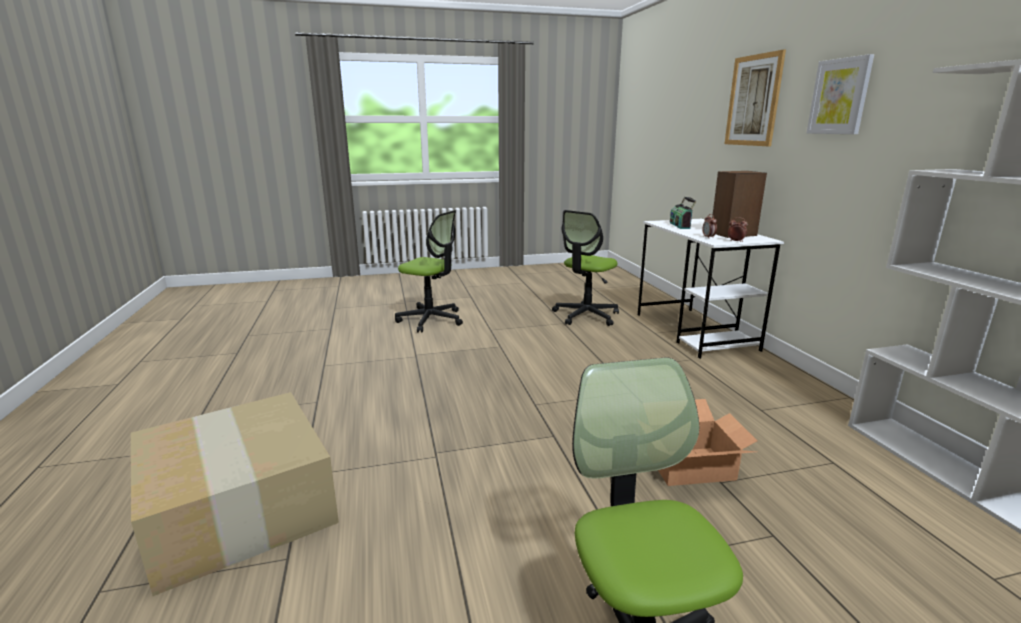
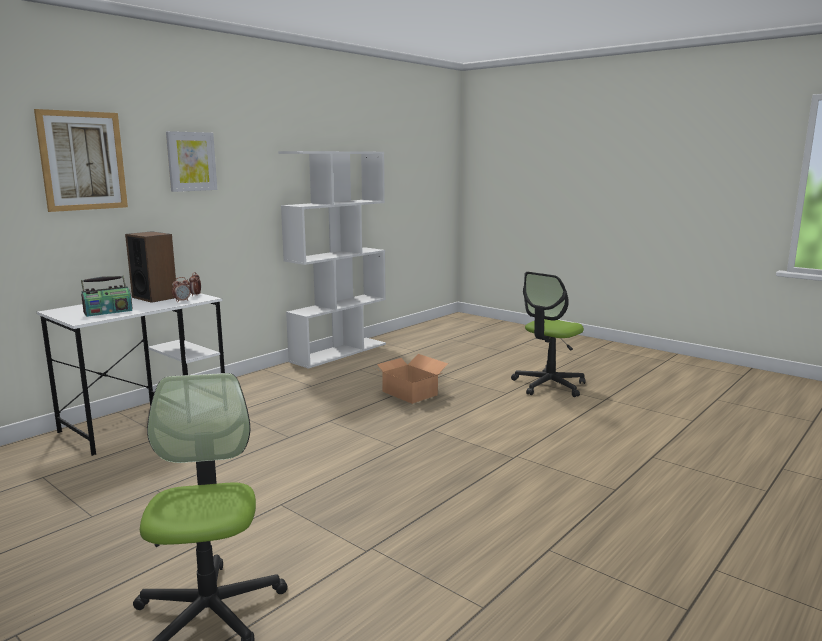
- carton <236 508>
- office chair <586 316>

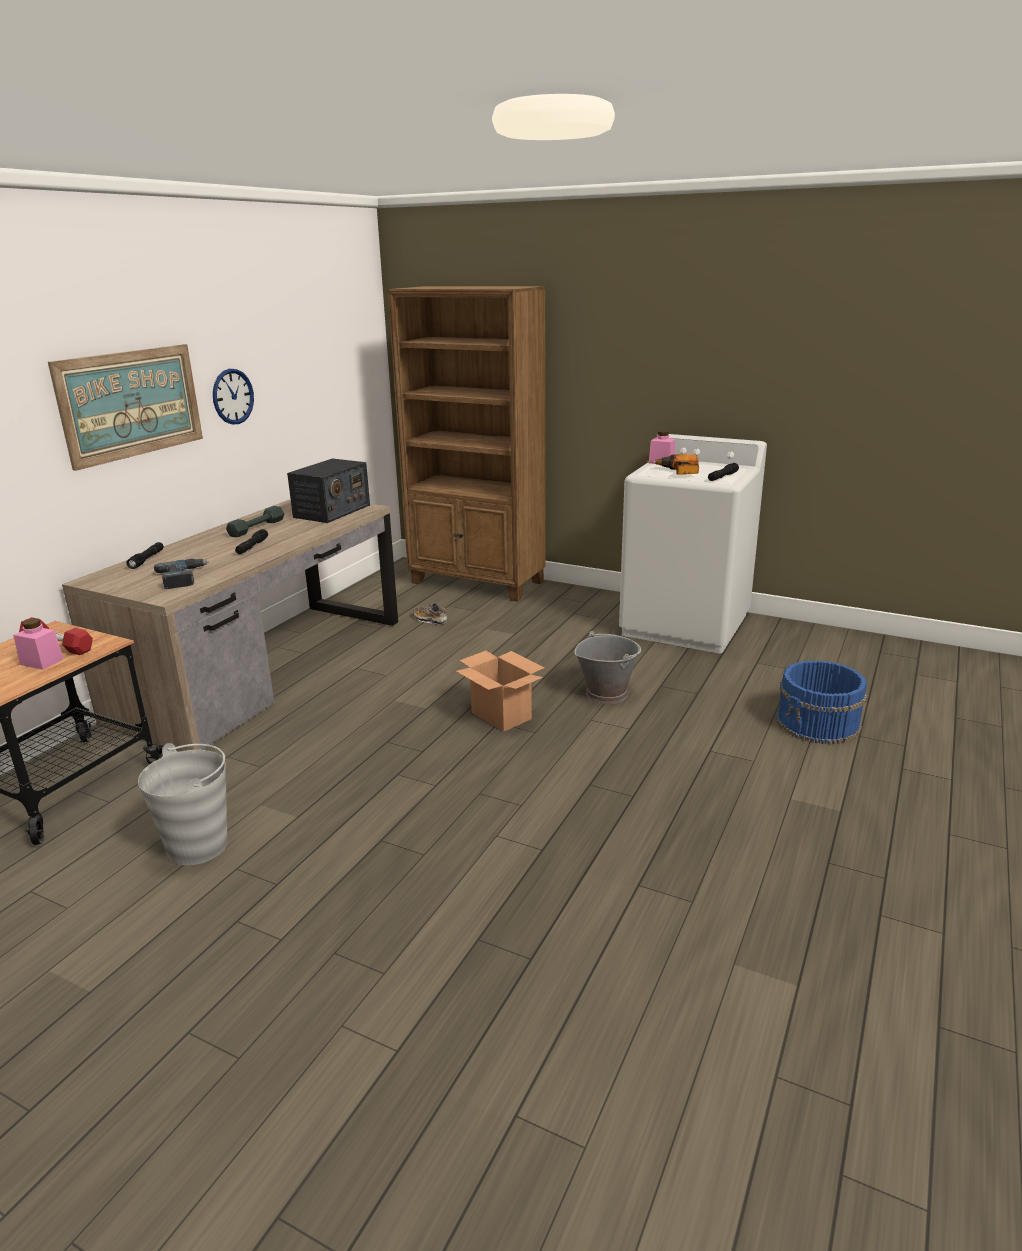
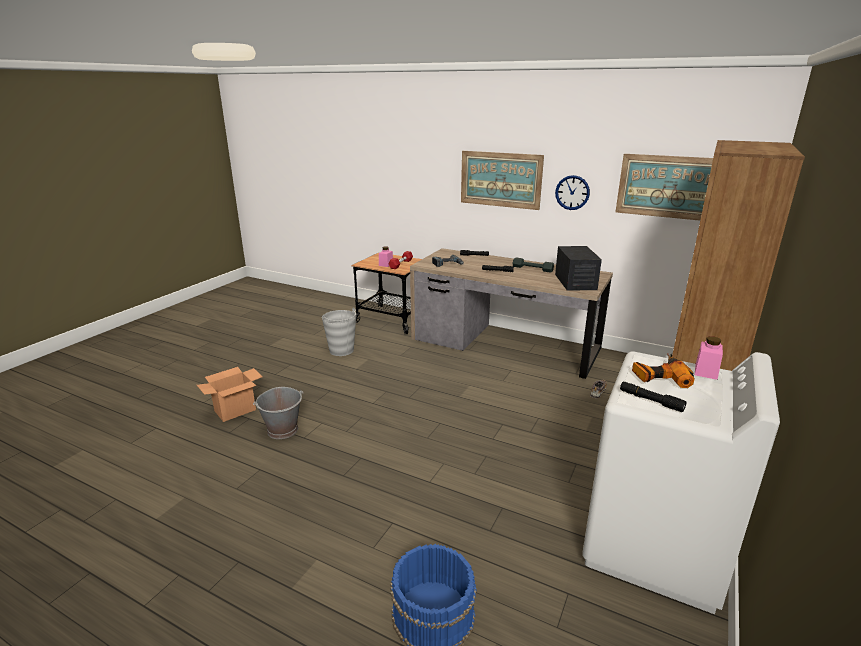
+ picture <669 187>
~ carton <500 715> to <235 410>
~ gray pail <606 693> to <283 430>
~ radio <332 511> = <575 282> 120 degrees counterclockwise

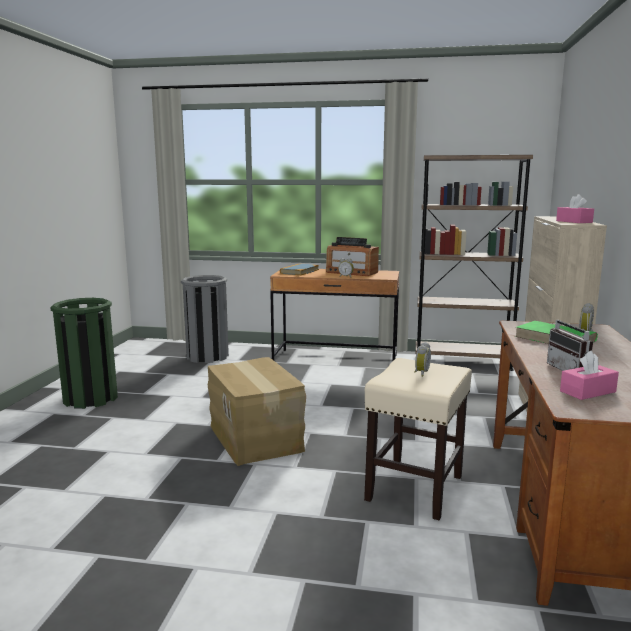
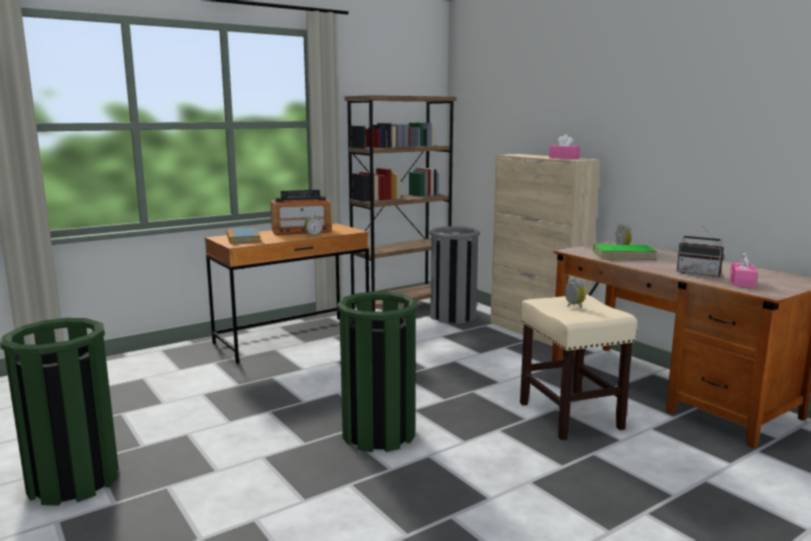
~ gray rubbish bin <207 356> to <453 316>
~ carton <256 437> to greenish rubbish bin <379 434>

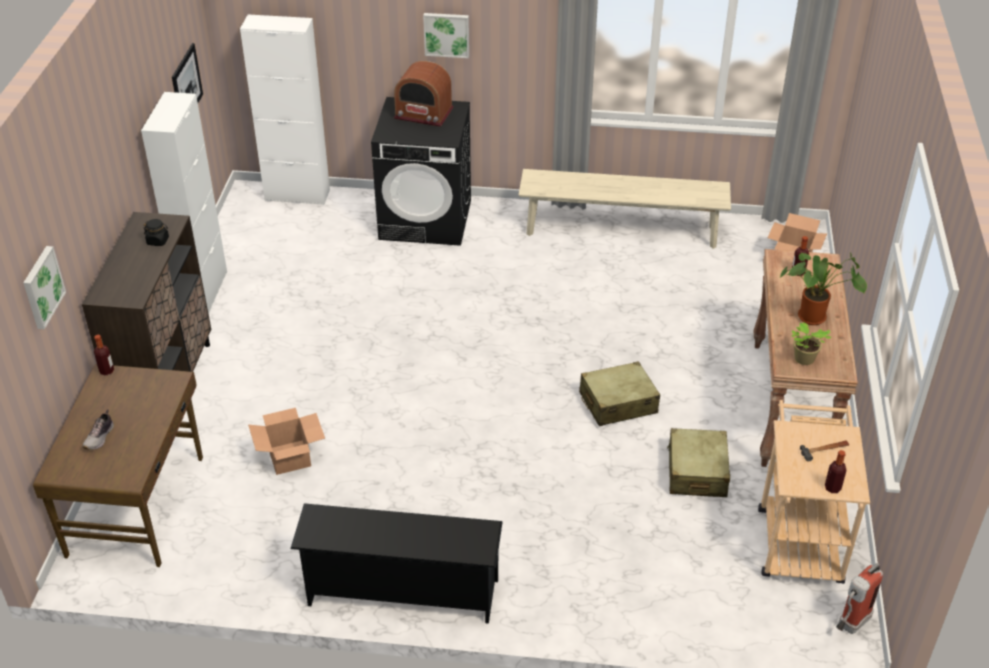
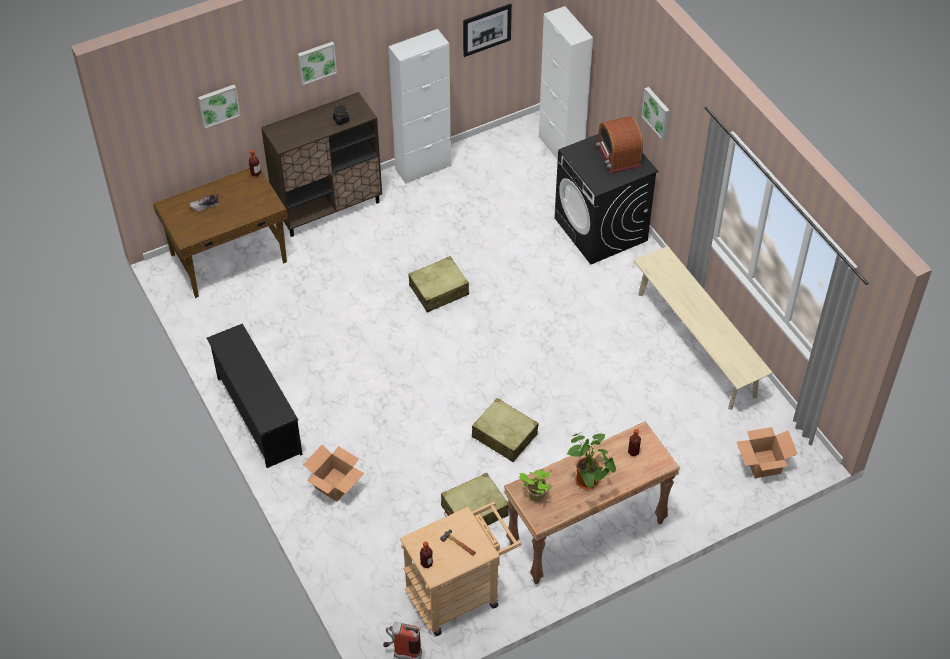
+ picture <316 62>
+ beige-coloured piece of luggage <439 290>
~ carton <289 457> to <335 484>

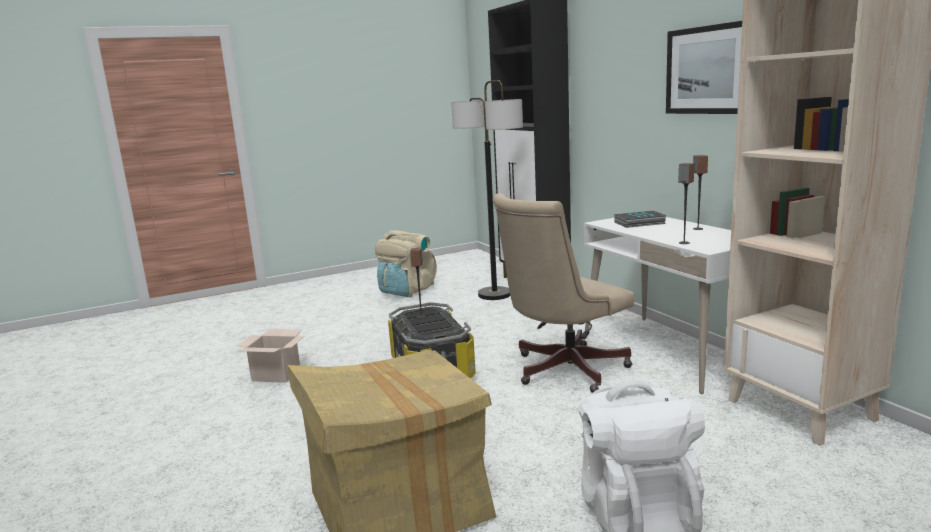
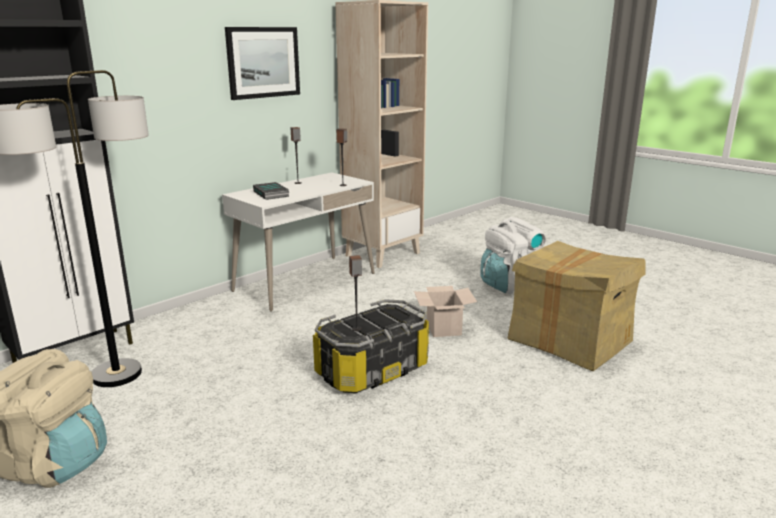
- beige-coloured office chair <562 370>
~ carton <277 374> to <442 328>

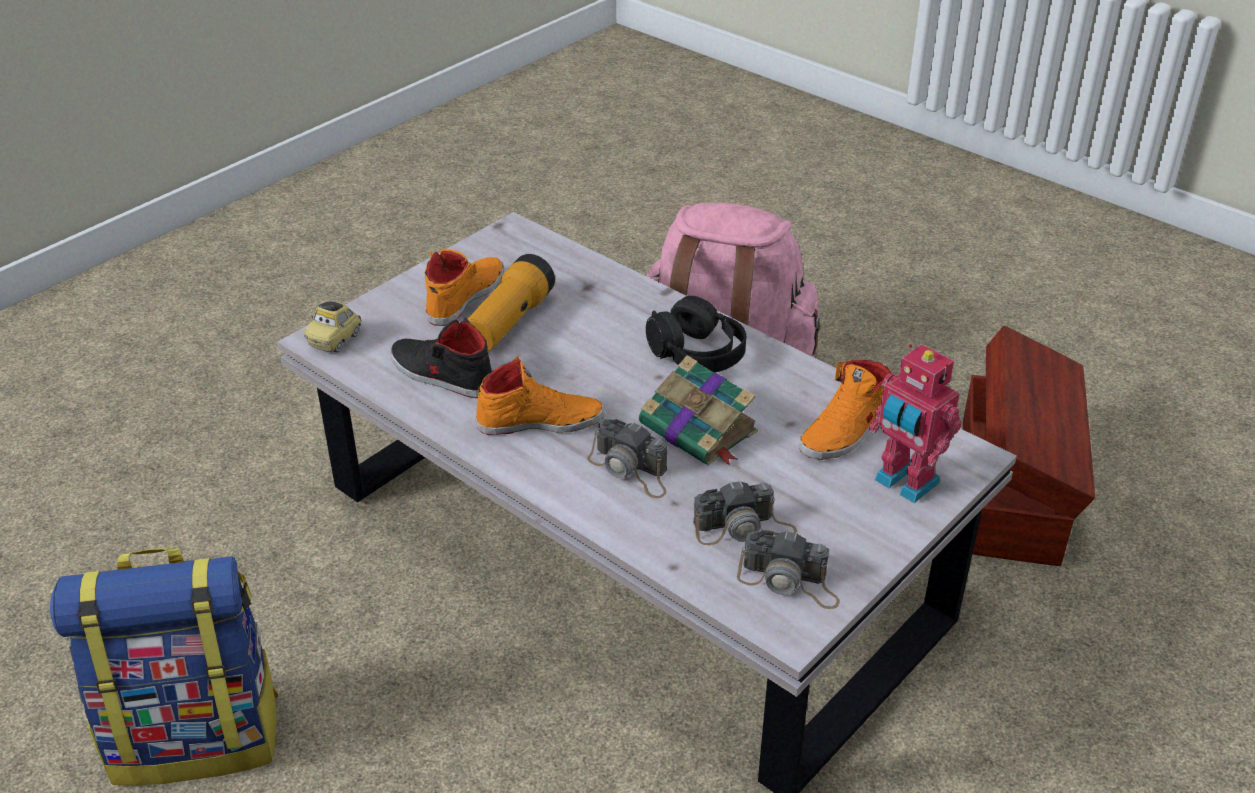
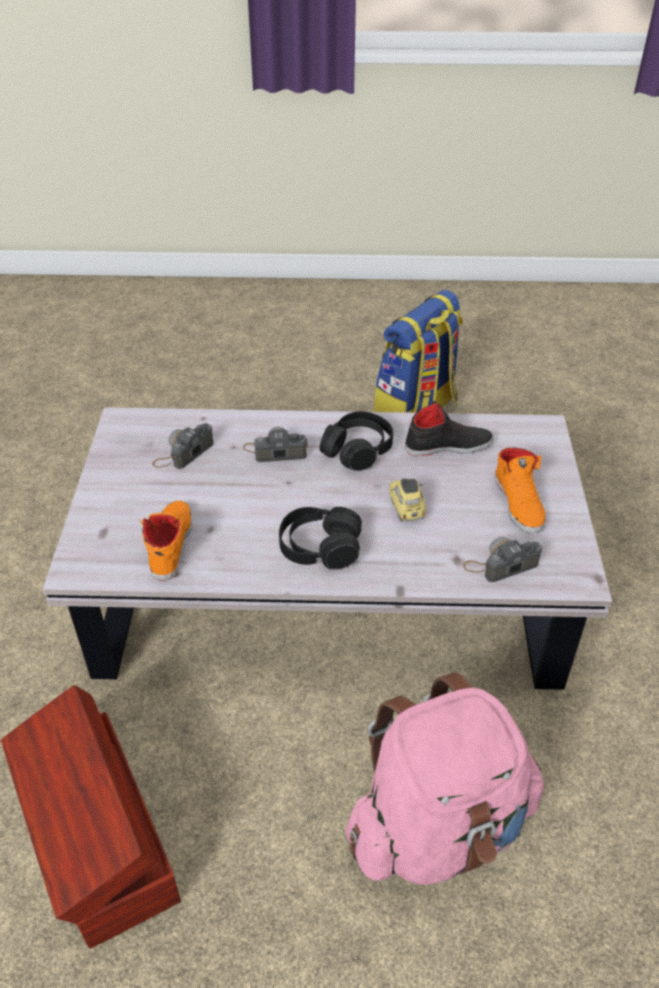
- flashlight <509 322>
- volume <700 429>
- model robot <904 483>
~ toy car <335 340> to <406 508>
~ still camera <789 582> to <501 564>
~ orange-coloured item of footwear <540 421> to black-coloured headphones <357 450>

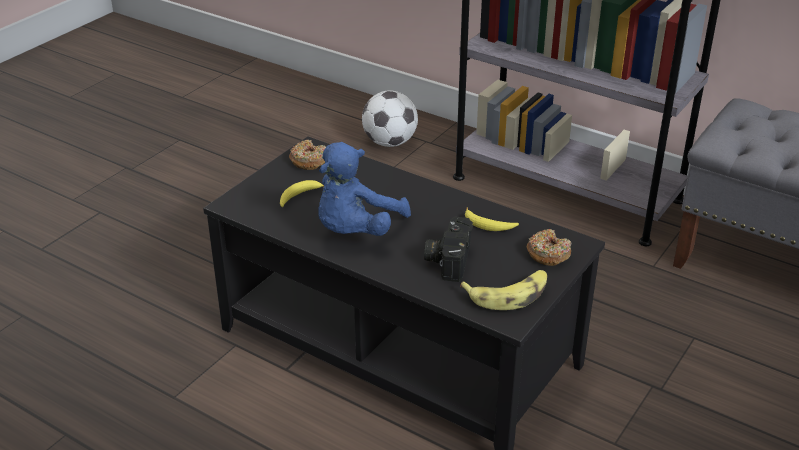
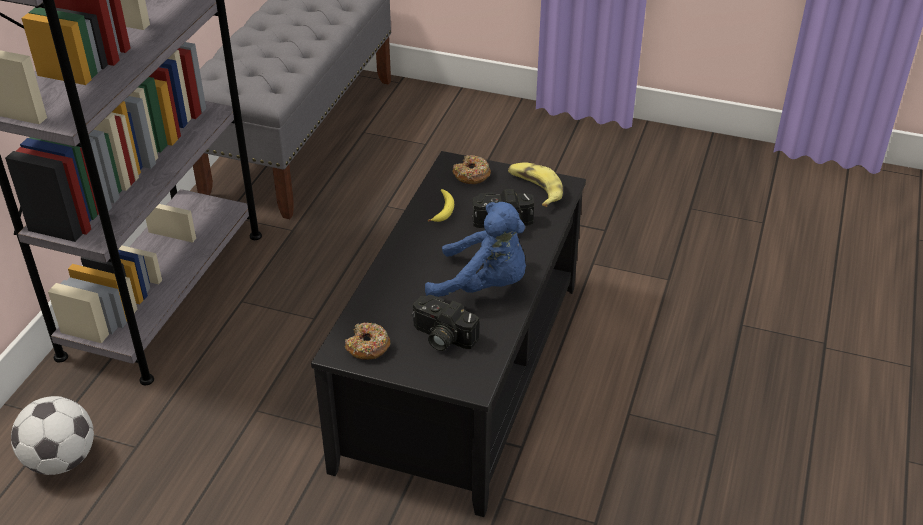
~ banana <298 197> to still camera <441 337>

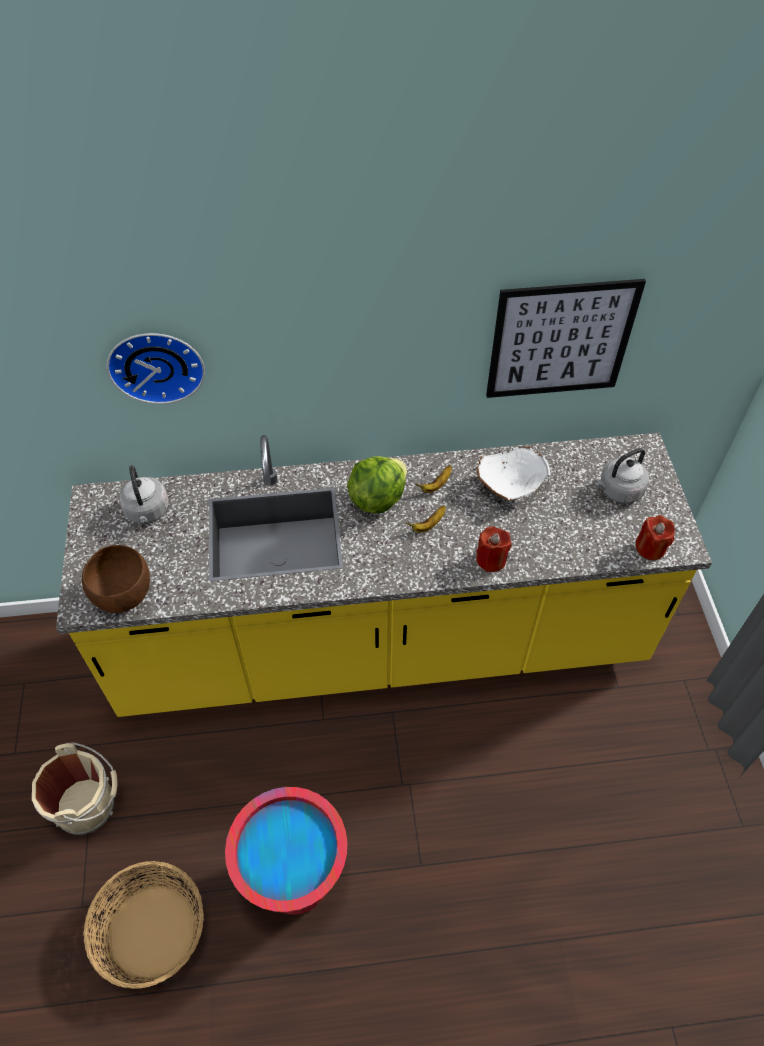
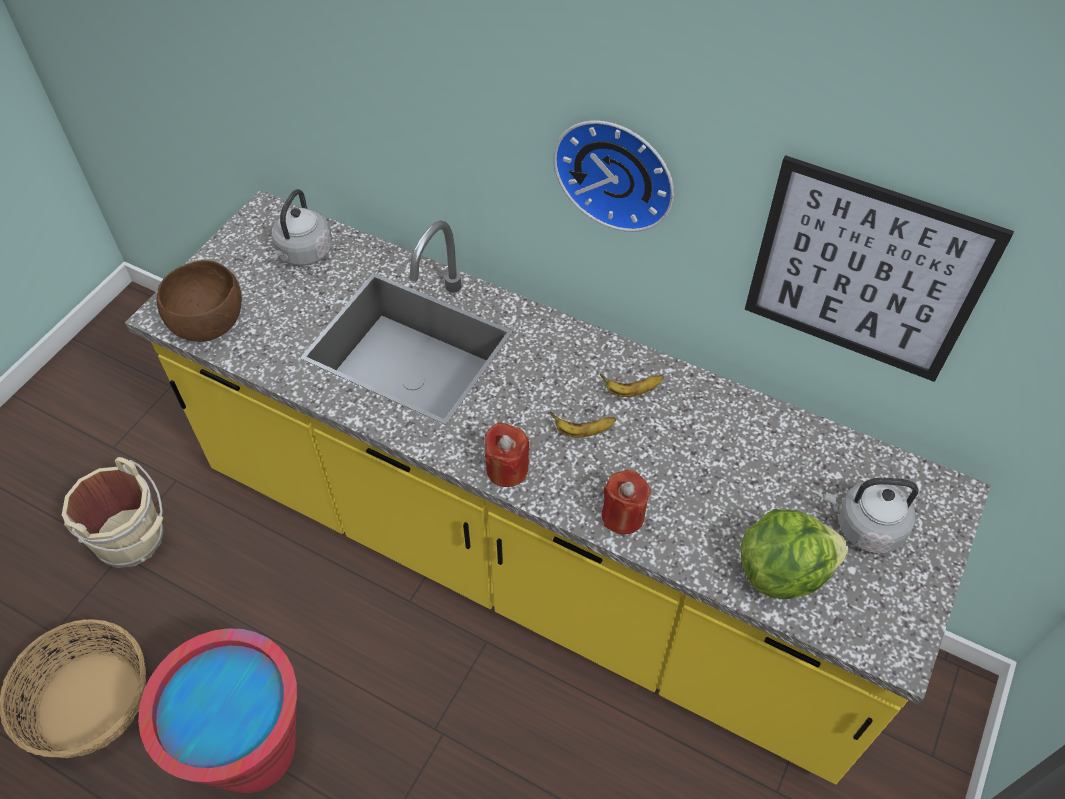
- white-coloured deep dish <509 485>
~ clock on the wall <156 364> to <617 171>
~ head of lettuce <377 498> to <782 571>
~ red candle <650 548> to <507 469>

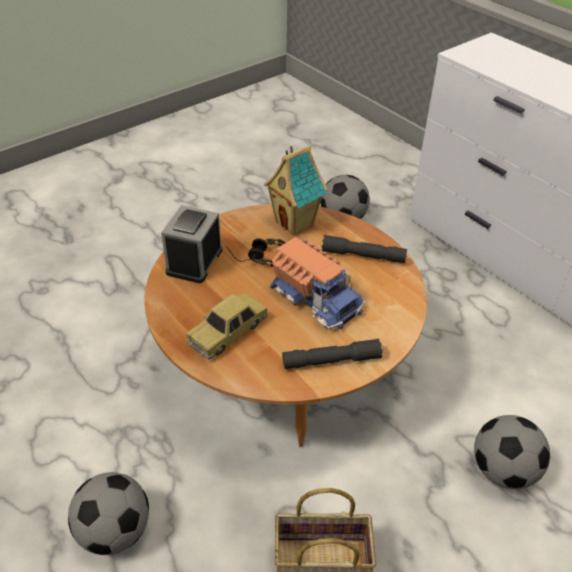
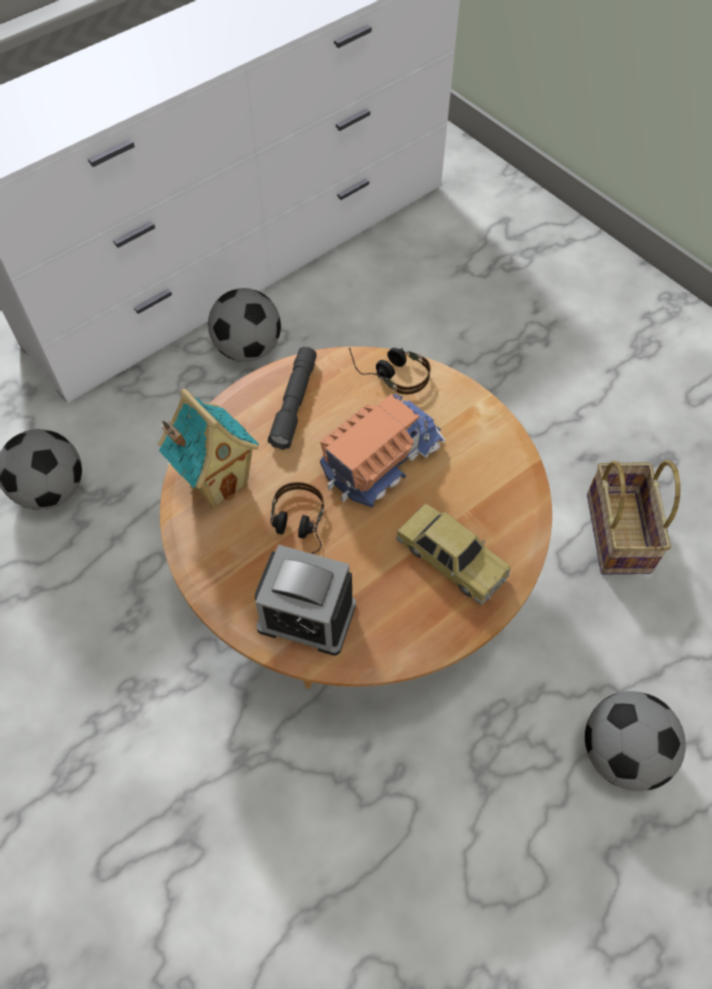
- gray flashlight <331 360>
+ headphones <389 372>
~ football <503 471> to <248 349>

